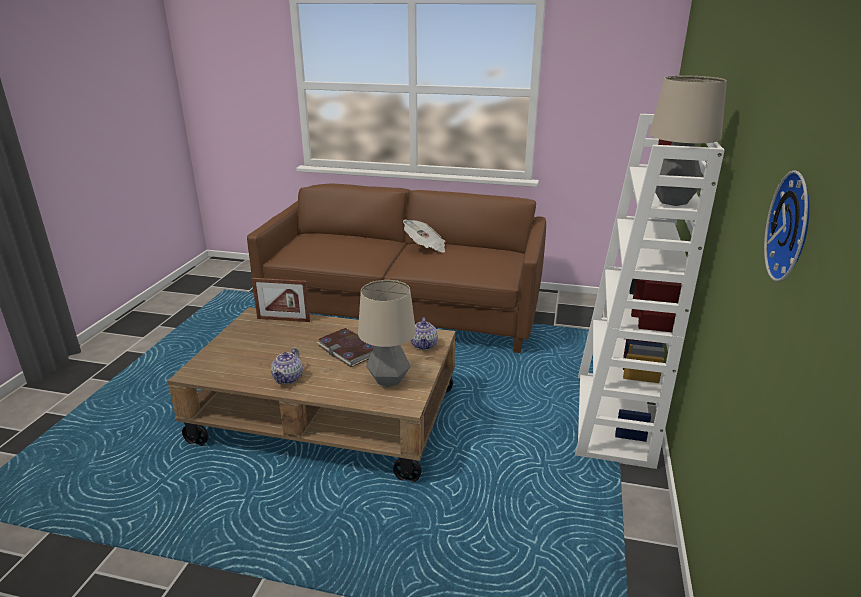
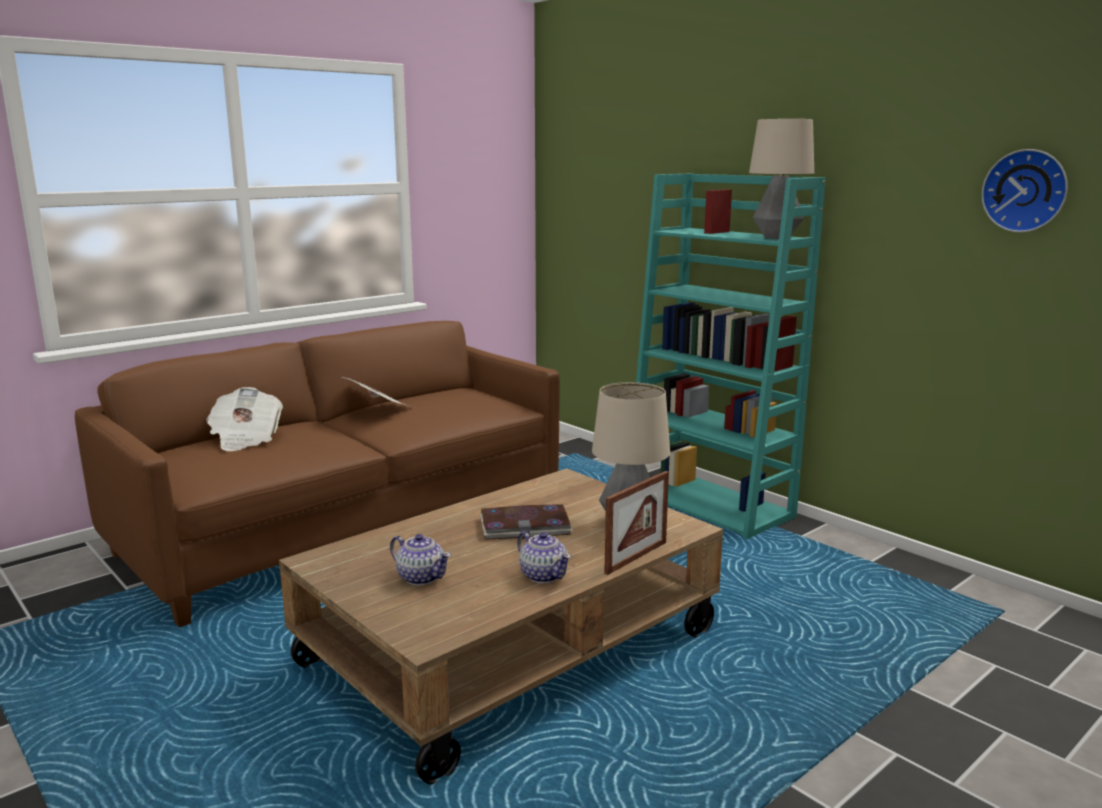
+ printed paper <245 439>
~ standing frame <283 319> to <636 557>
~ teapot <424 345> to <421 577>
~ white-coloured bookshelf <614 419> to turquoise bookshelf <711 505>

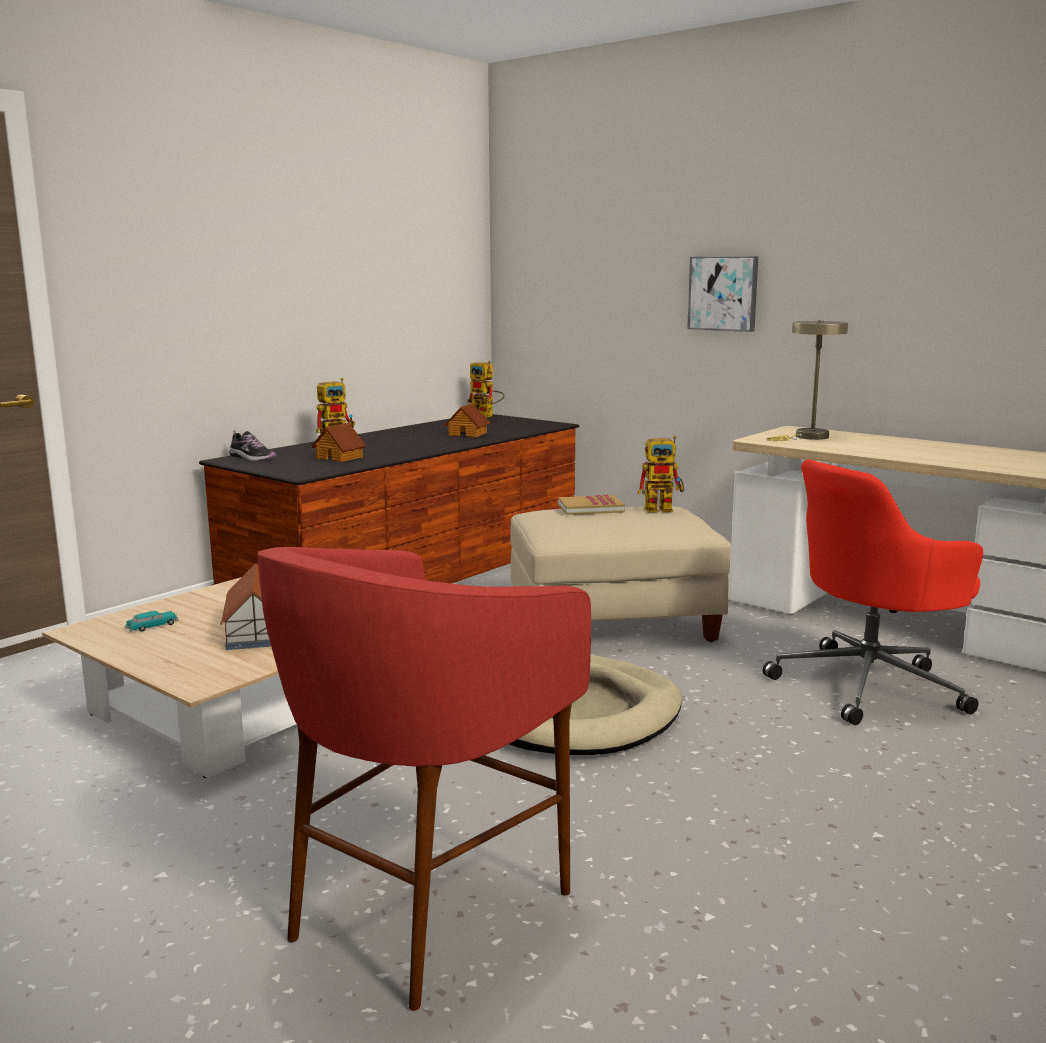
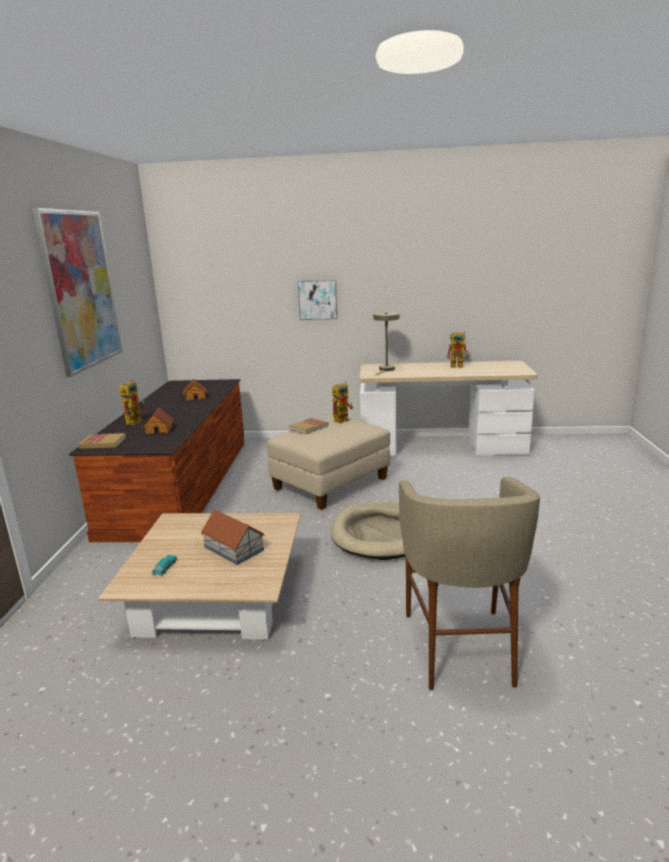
- red office chair <870 685>
+ picture <81 290>
~ model robot <486 416> to <459 366>
~ item of footwear <252 458> to volume <102 443>
~ red sitting stool <426 912> to beige-coloured sitting stool <460 648>

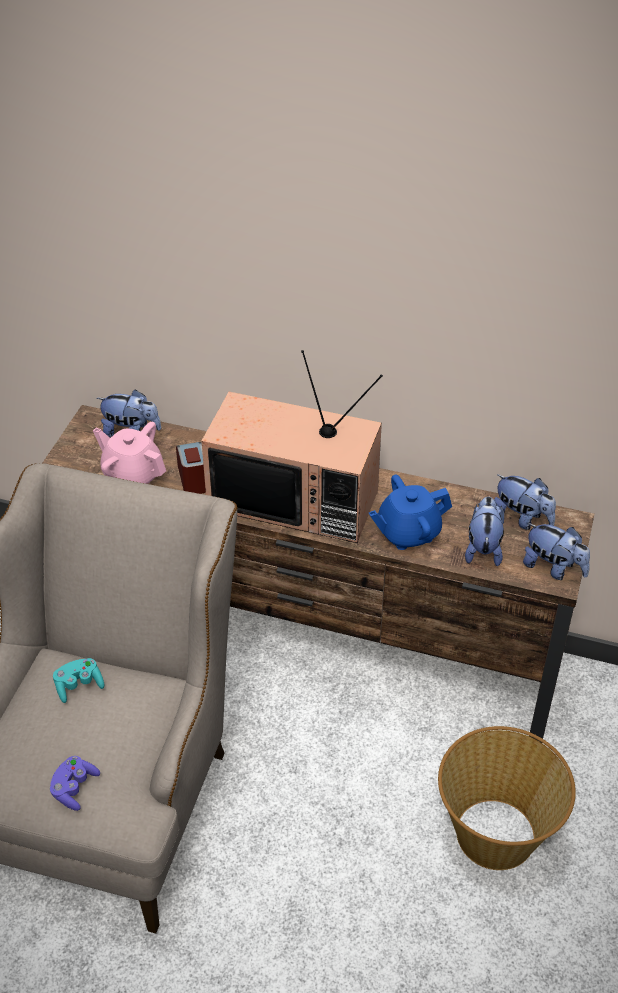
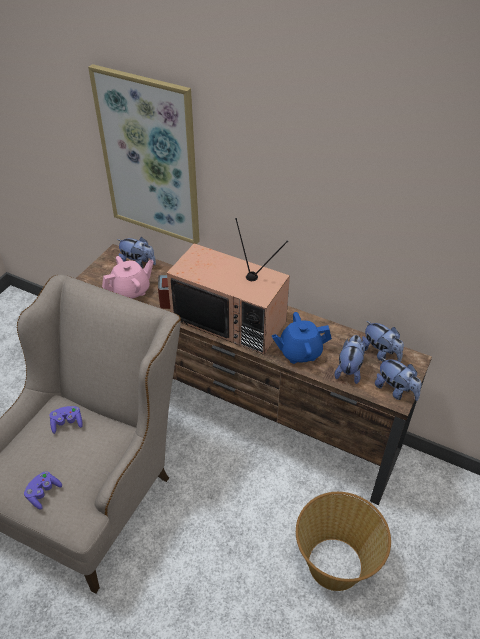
+ picture <150 158>
~ turquoise game controller <79 685> to purple game controller <67 423>
~ pink teapot <133 475> = <131 291> 105 degrees clockwise

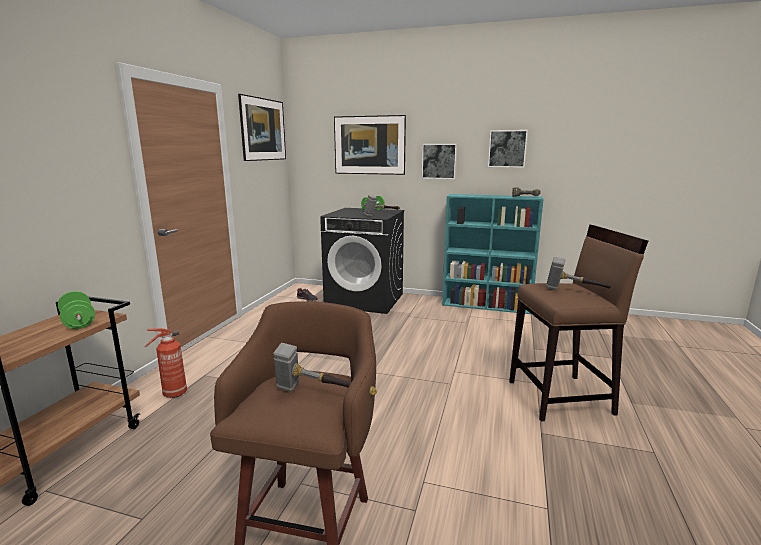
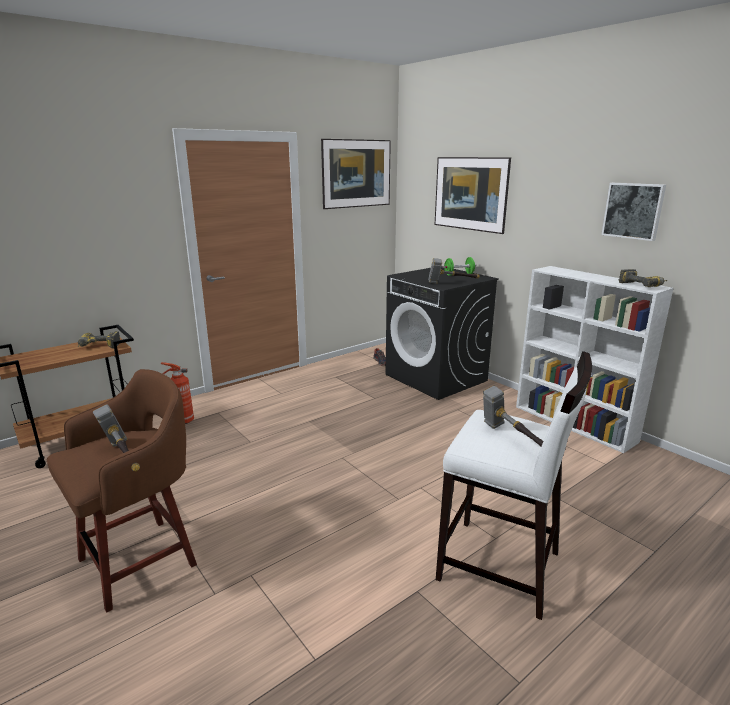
- picture <439 161>
~ greenish dumbbell <78 322> to drill <98 347>
~ turquoise bookshelf <487 306> to white-coloured bookshelf <575 424>
~ brown-coloured sitting stool <561 397> to white-coloured sitting stool <500 567>

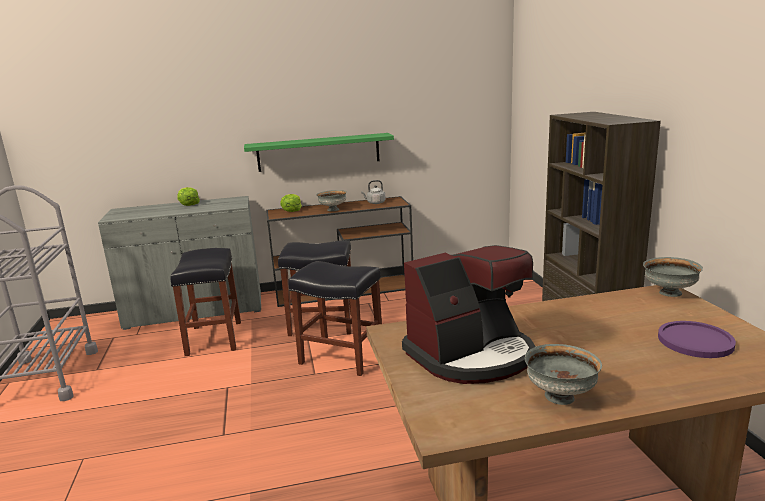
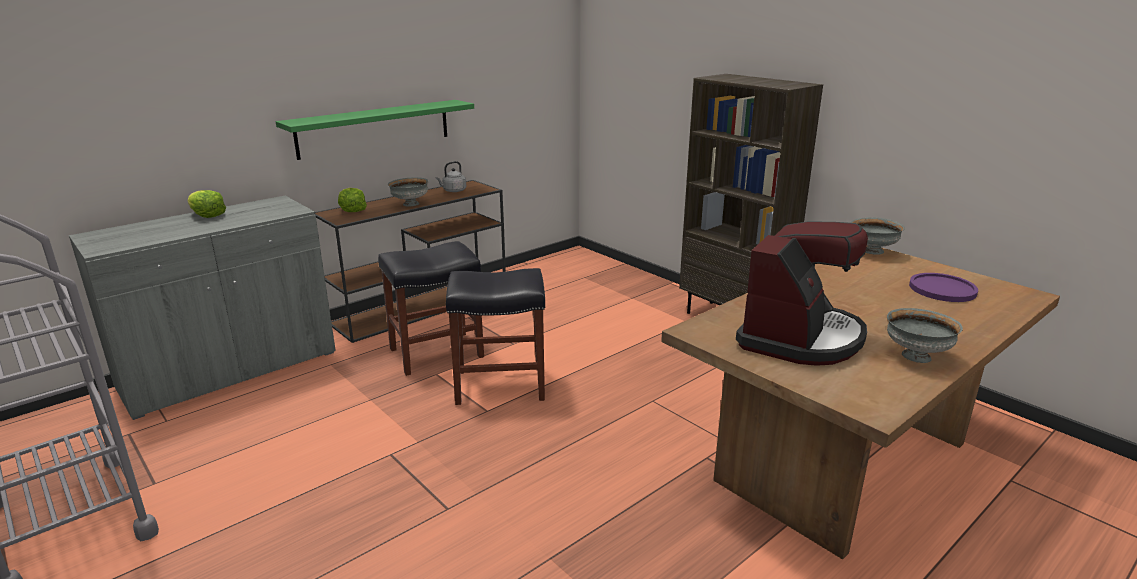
- black-coloured sitting stool <214 338>

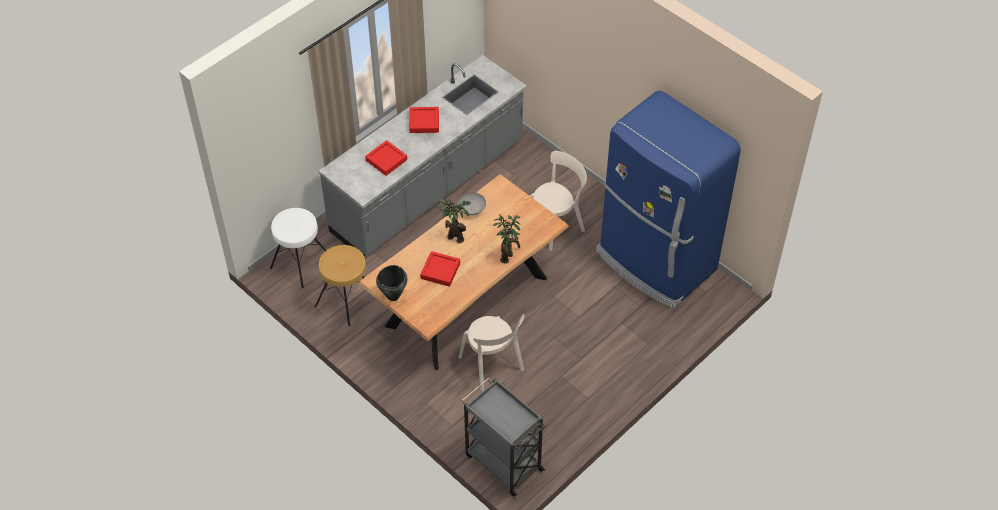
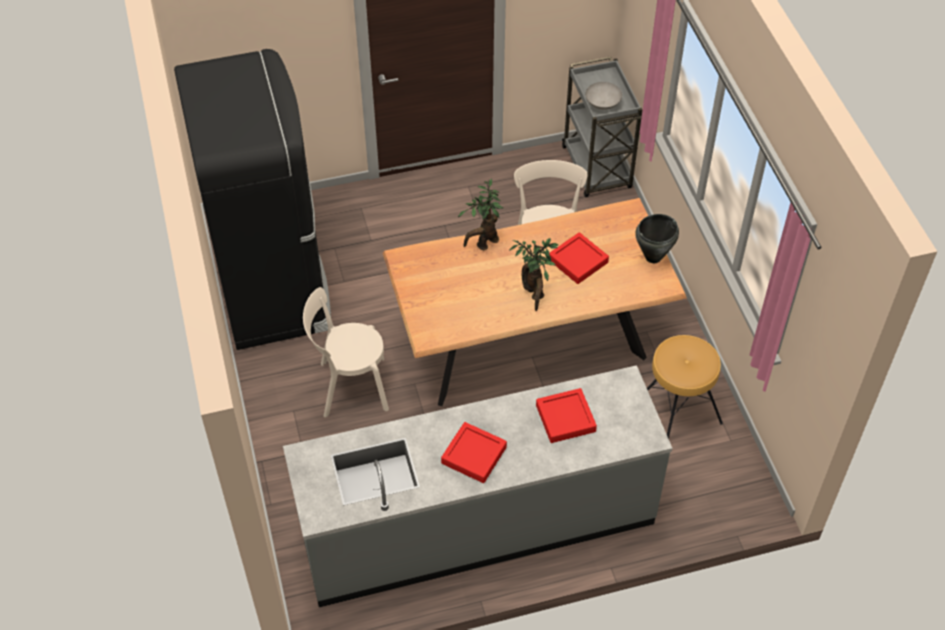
- white-coloured sitting stool <301 262>
~ gray deep dish <472 210> to <602 104>
~ blue-coloured fridge <655 262> to black-coloured fridge <274 286>

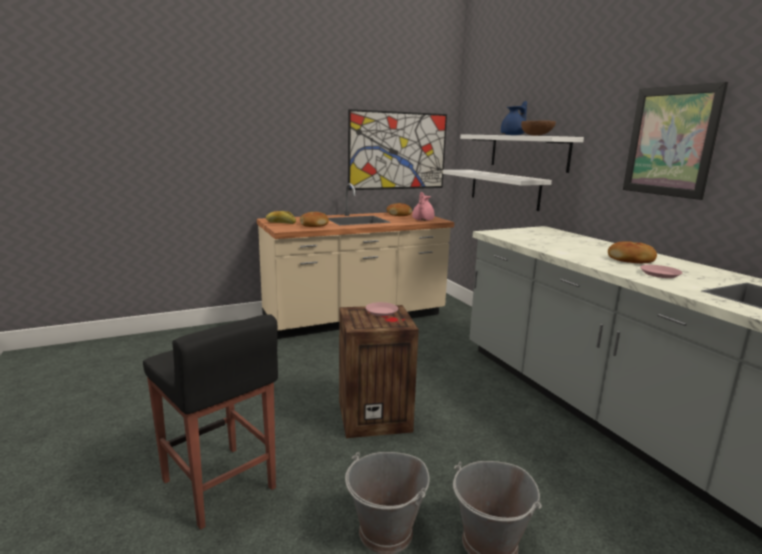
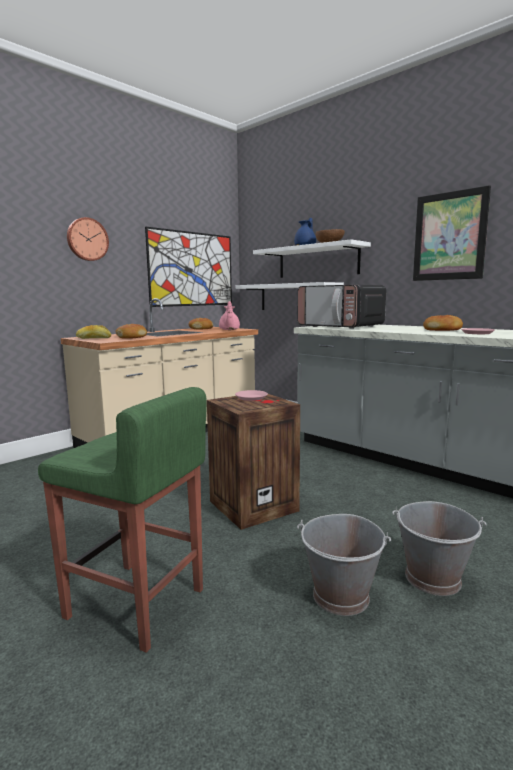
+ clock on the wall <87 239>
+ kitchen microwave <341 326>
~ black-coloured sitting stool <219 485> to greenish sitting stool <137 604>

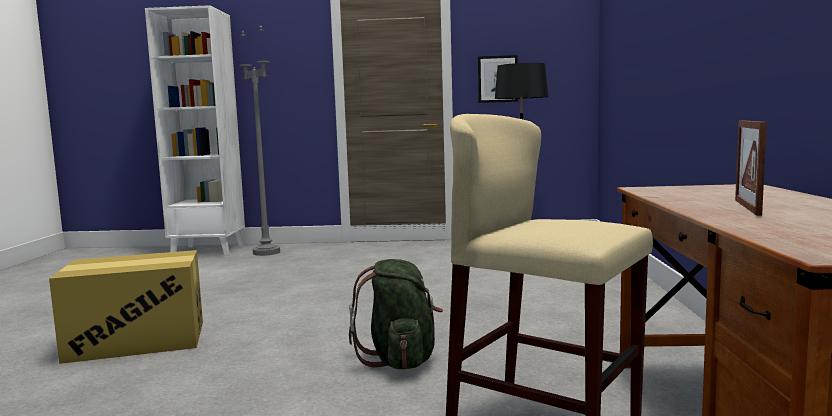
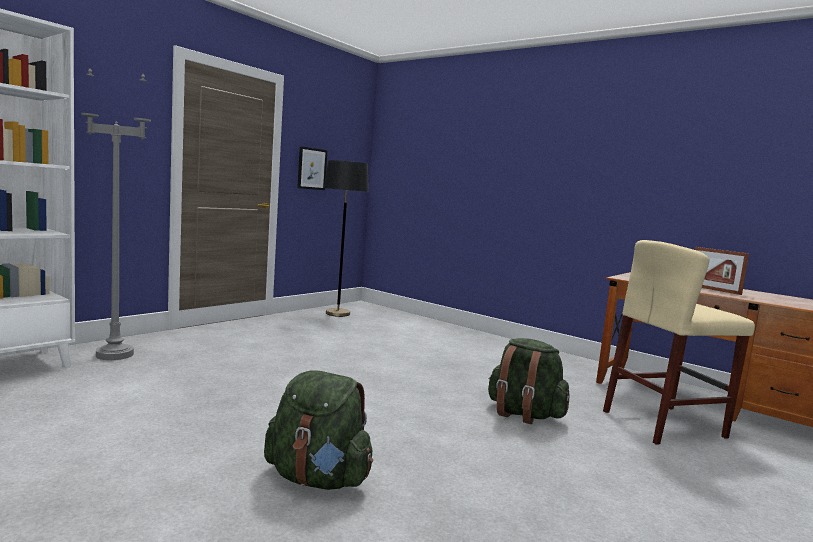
~ carton <137 341> to greenish rucksack <318 478>

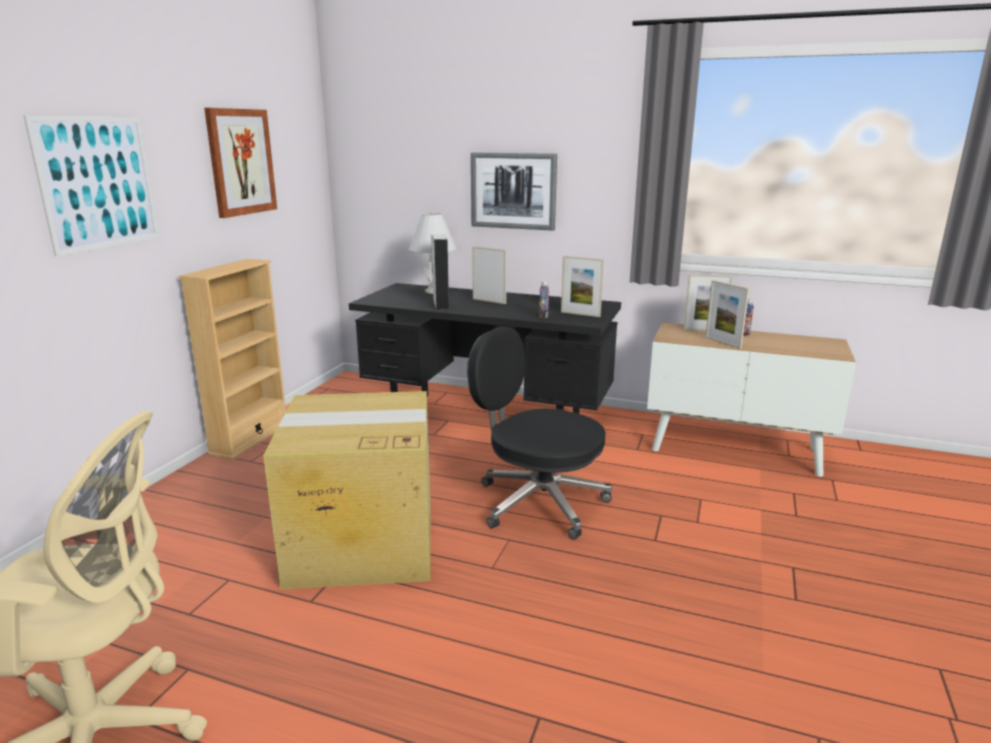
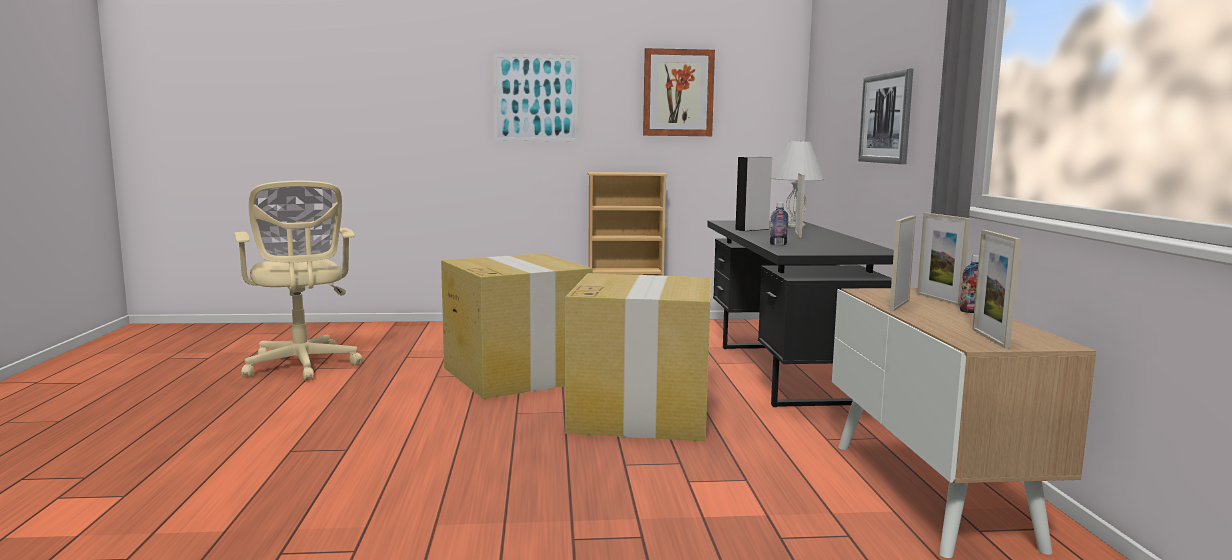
~ standing frame <580 314> to <990 338>
~ black-coloured office chair <538 502> to carton <641 413>

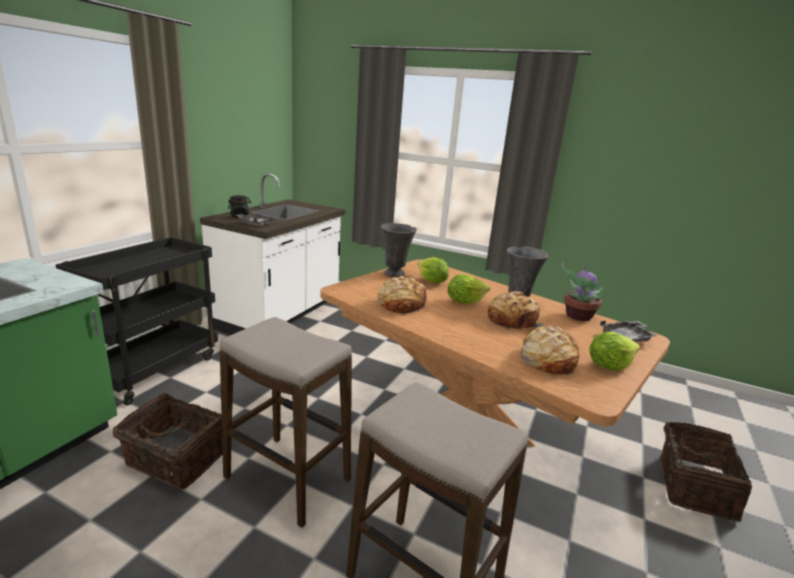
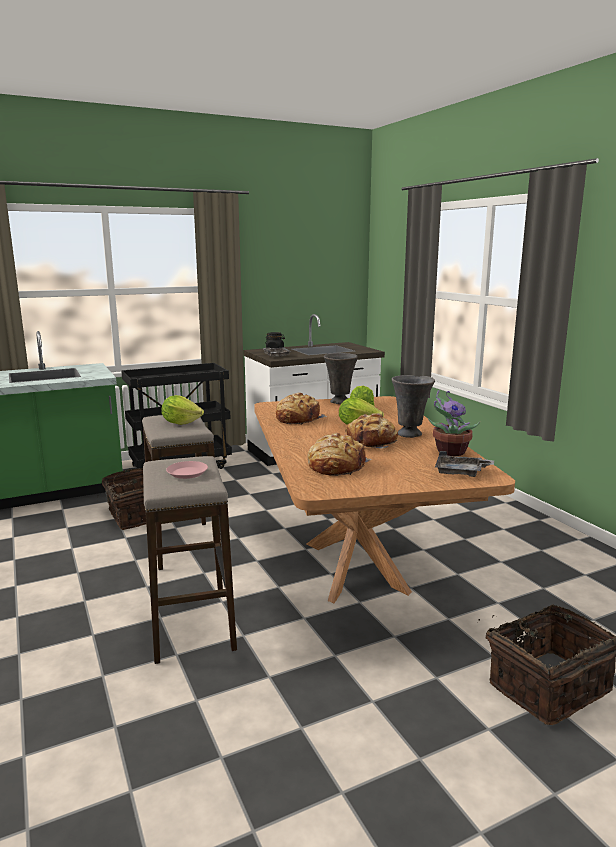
+ pink dinner plate <187 473>
~ head of lettuce <609 366> to <181 423>

